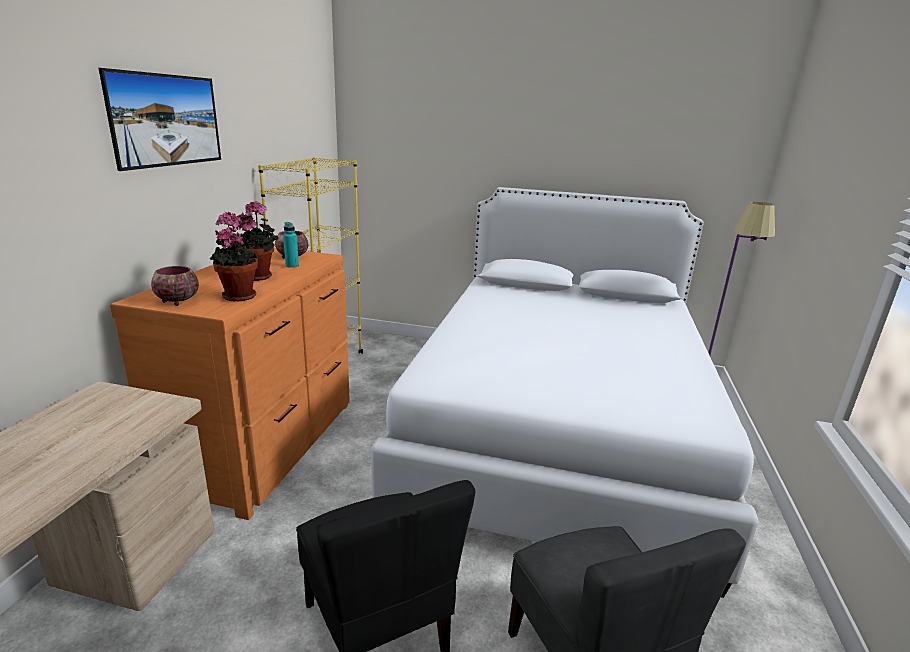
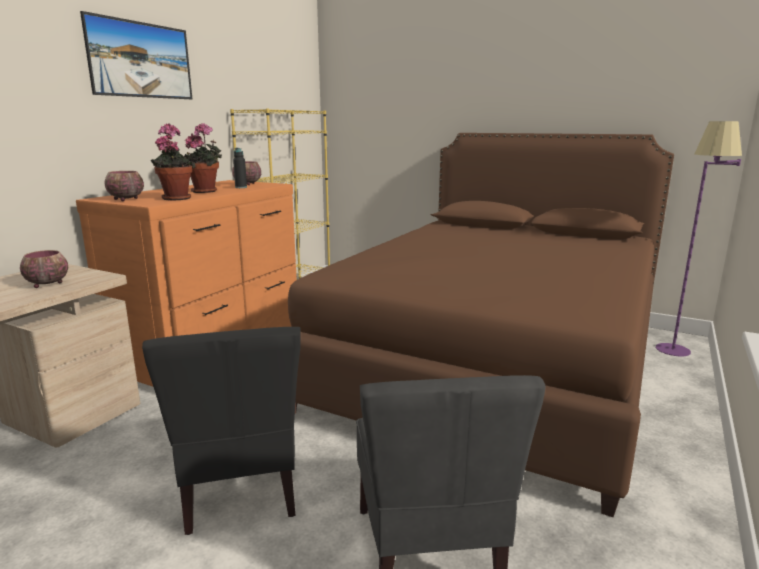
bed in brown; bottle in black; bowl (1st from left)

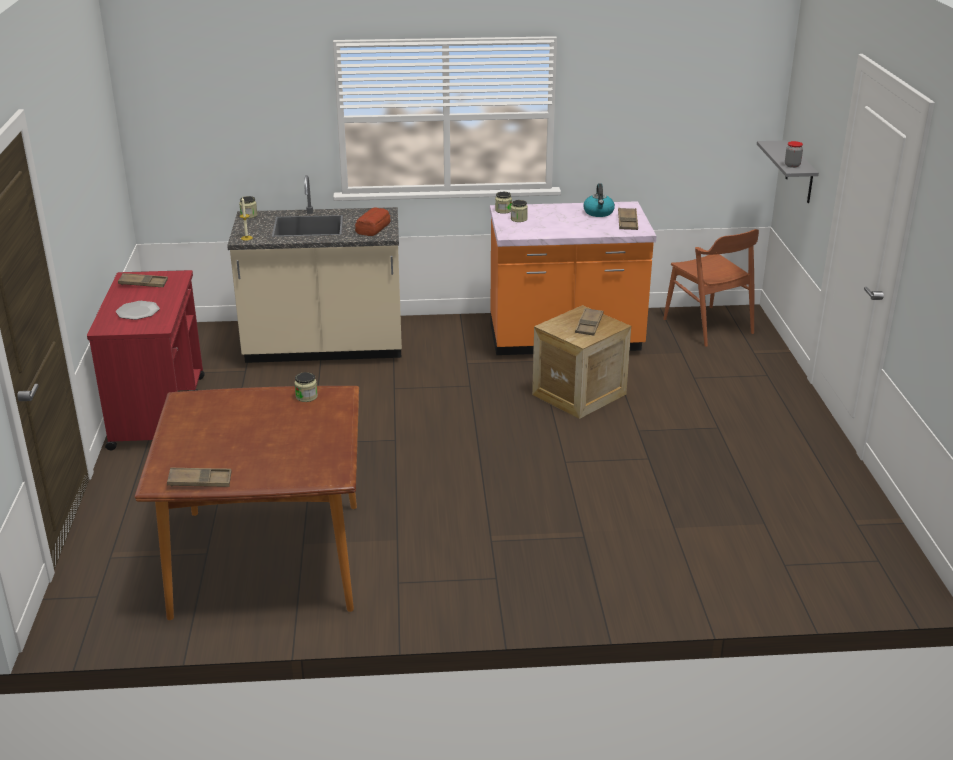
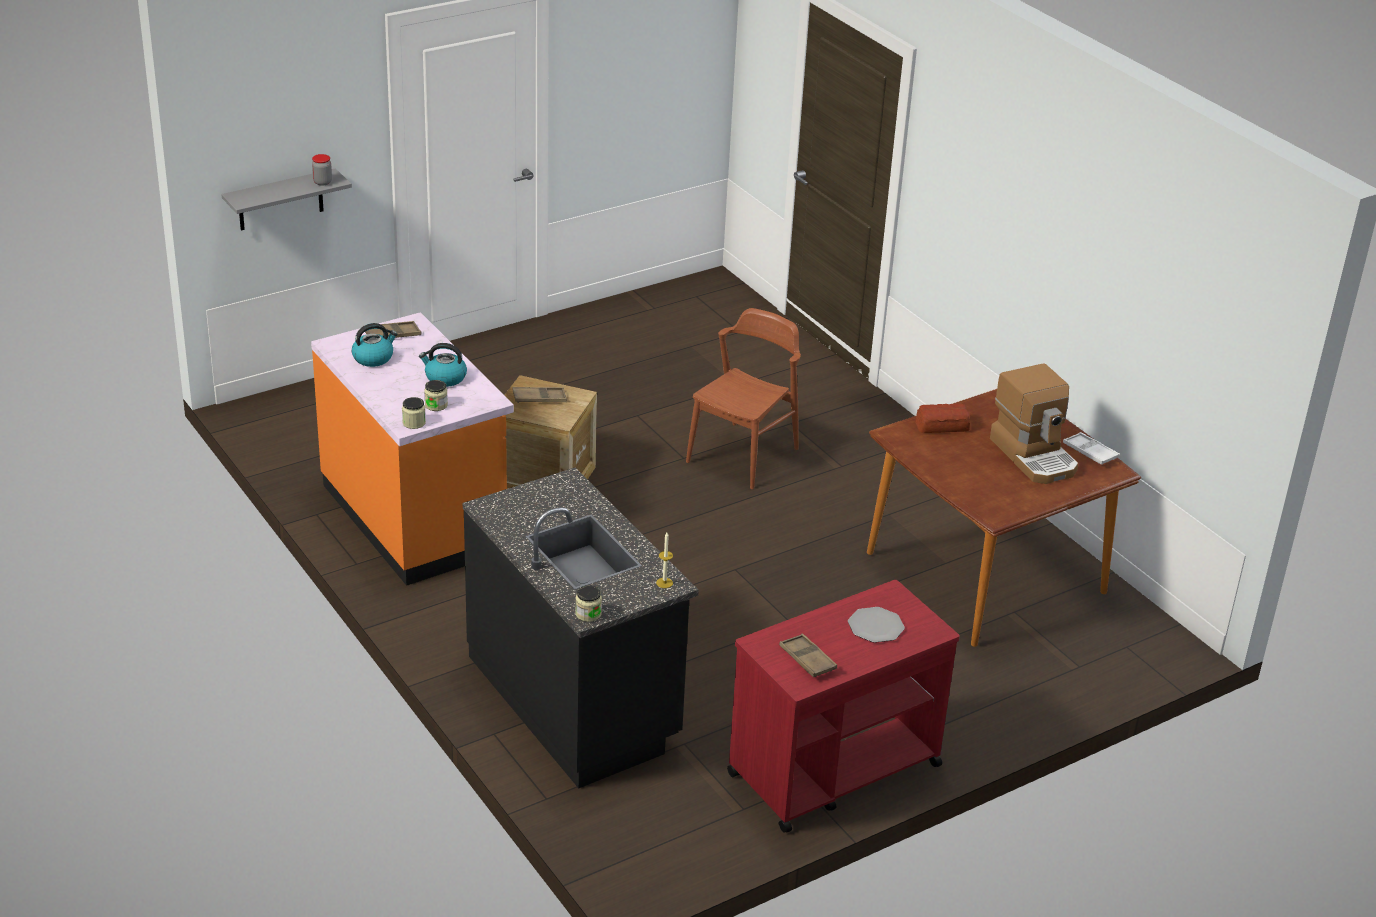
counter in black; bread; chair in brown; jar (2nd from left in the first image); tray in white; kettle (2nd from left); coffee machine

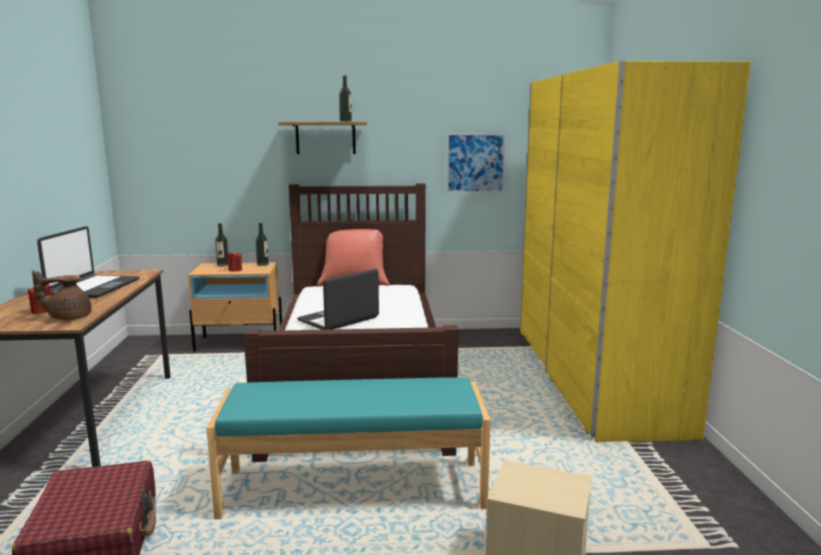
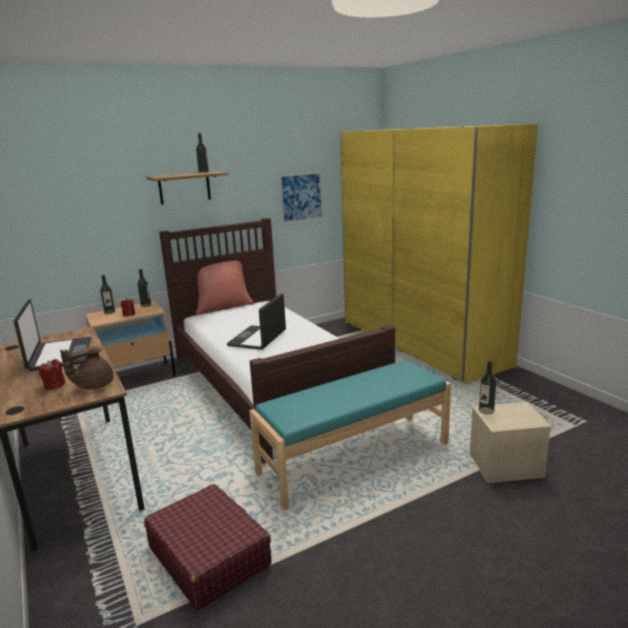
bottle (4th from left)

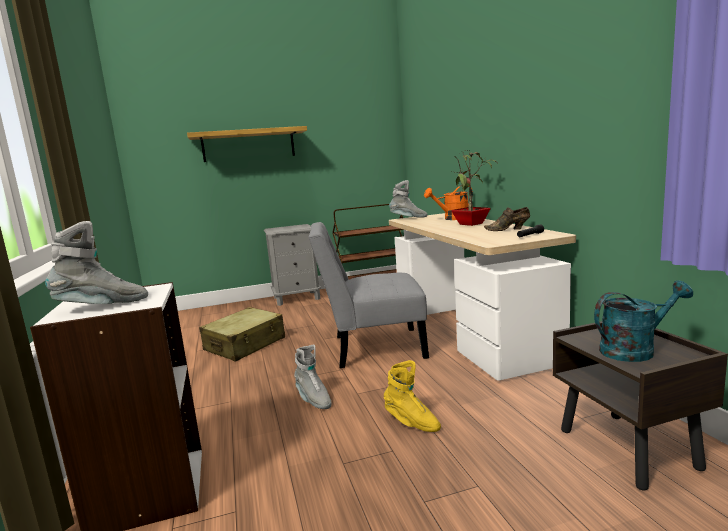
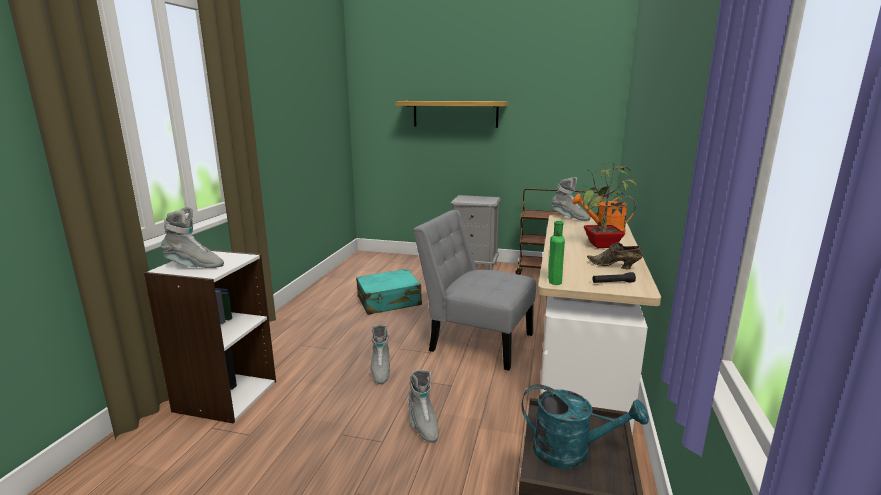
suitcase in turquoise; boot in grey (3rd from left); bottle in green

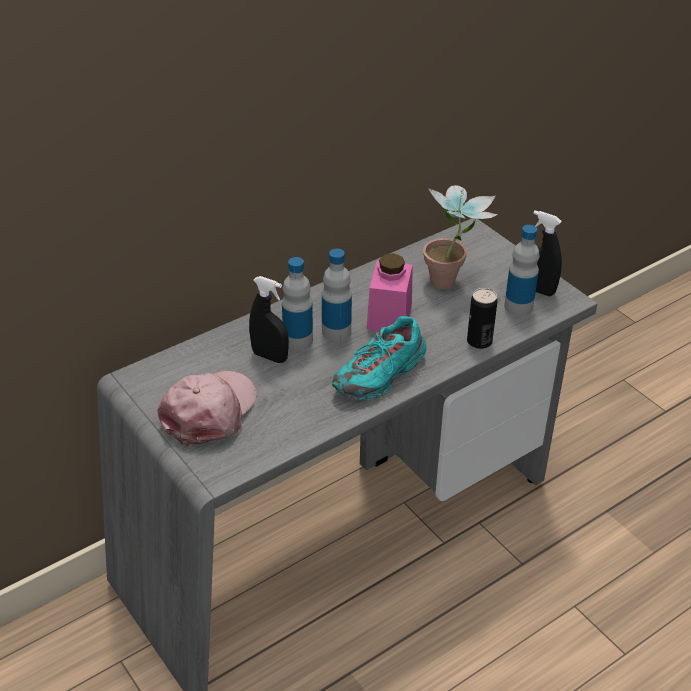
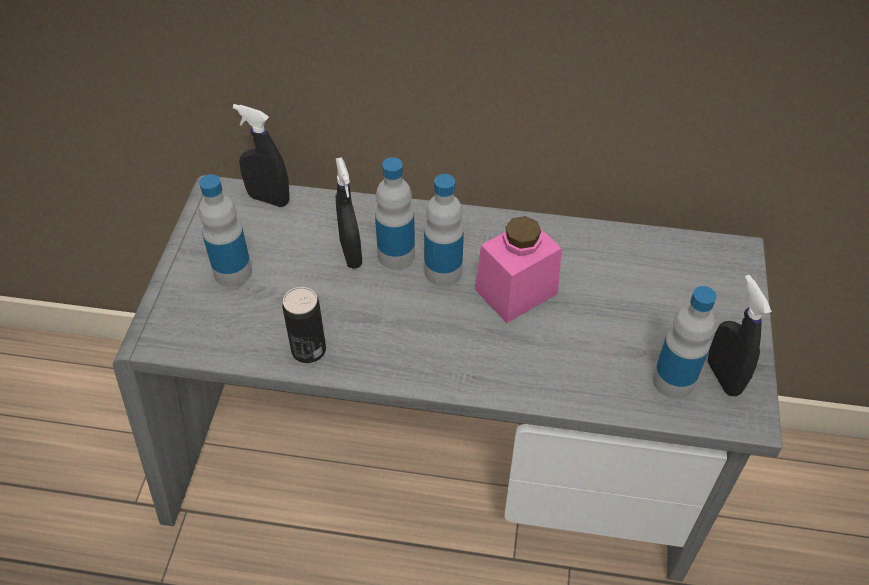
potted plant; can; shoe in turquoise; bottle (1st from left); spray bottle in black (1st from left)

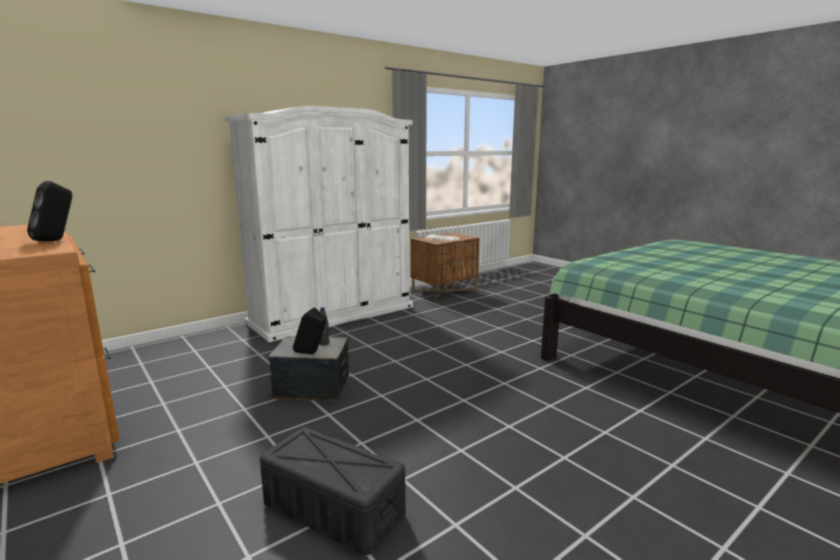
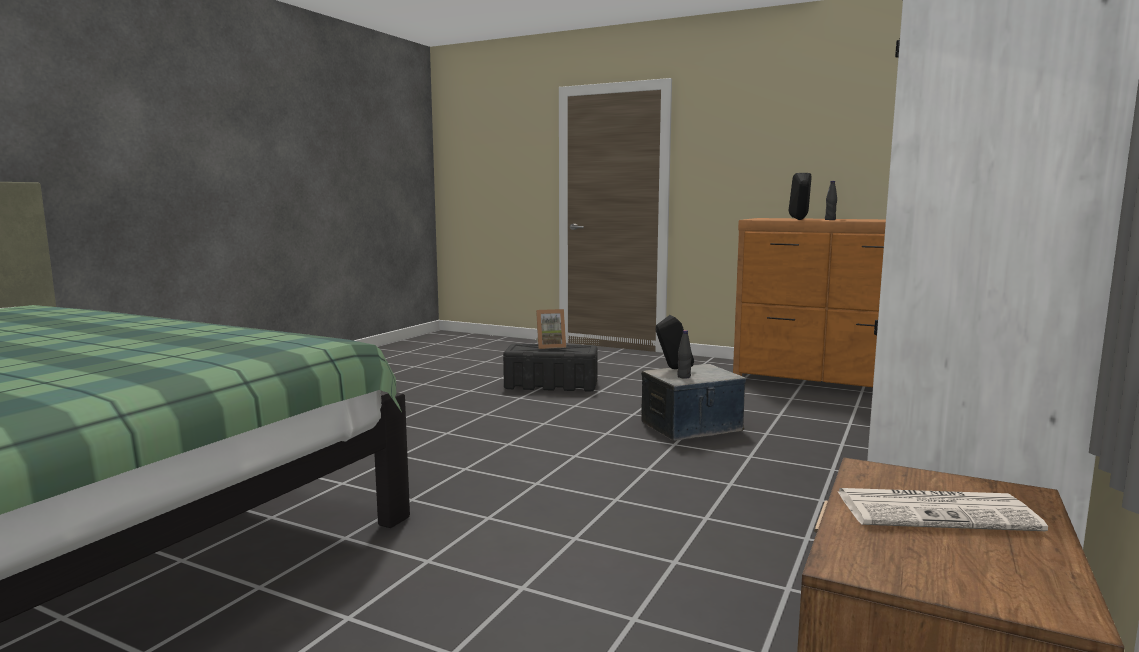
bottle in black (2nd from left); picture frame

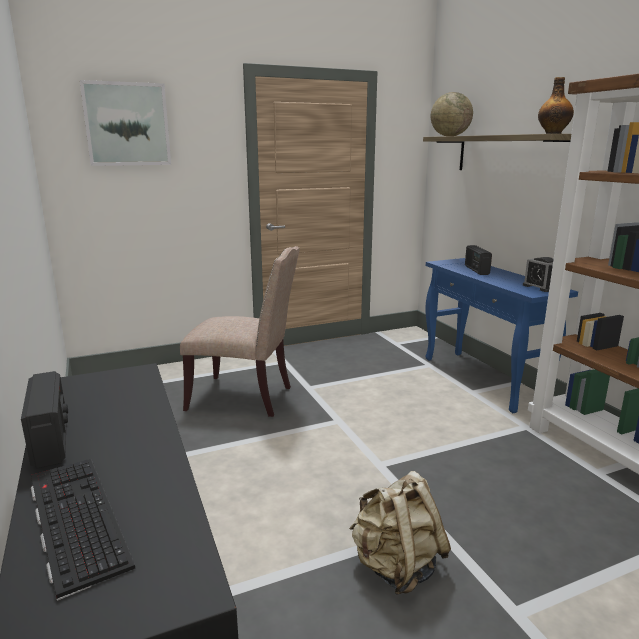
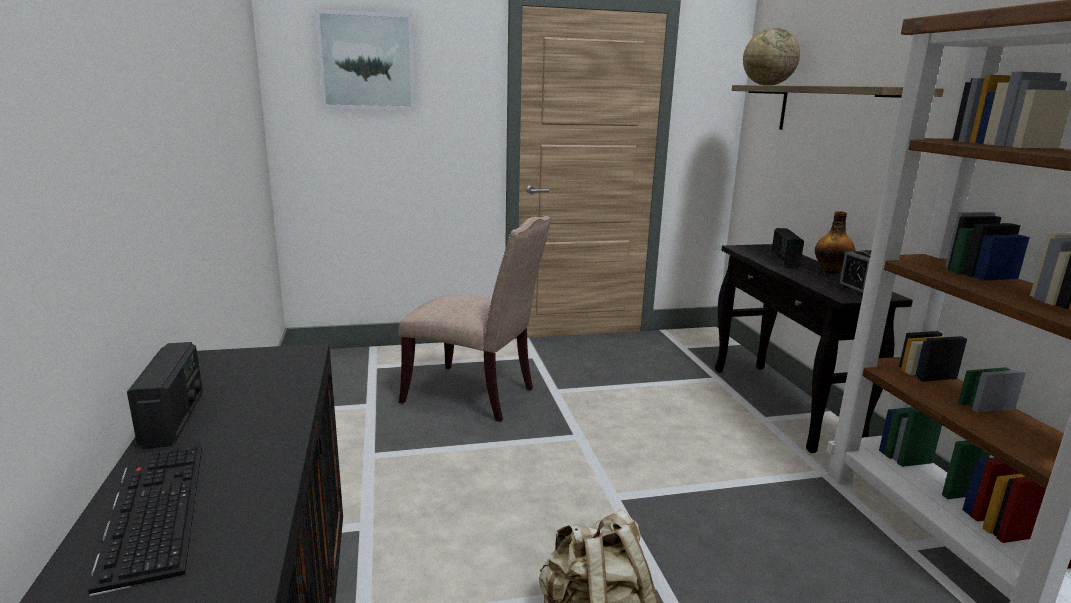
bottle; console table in black

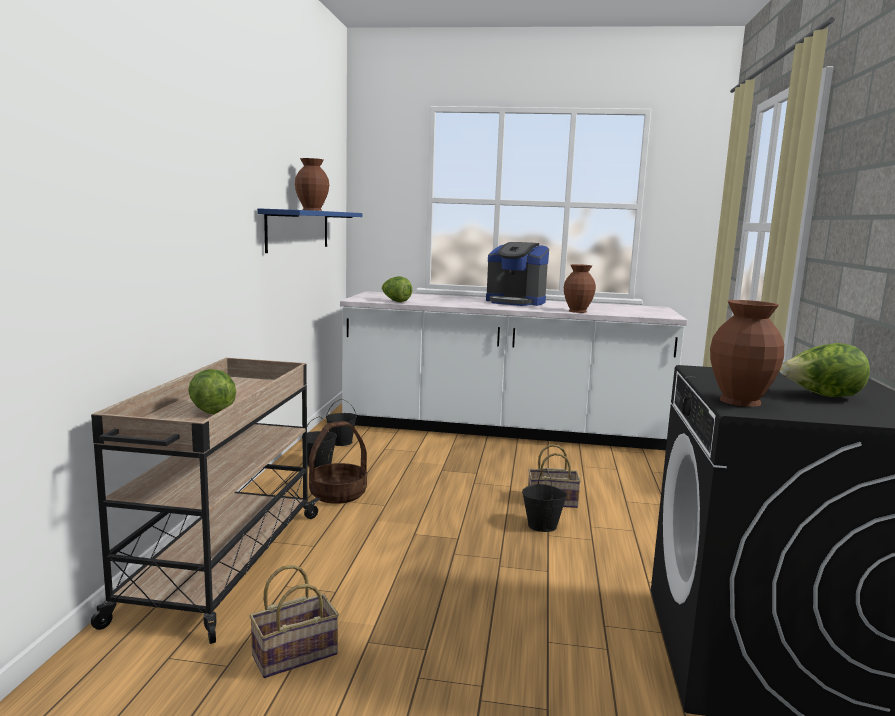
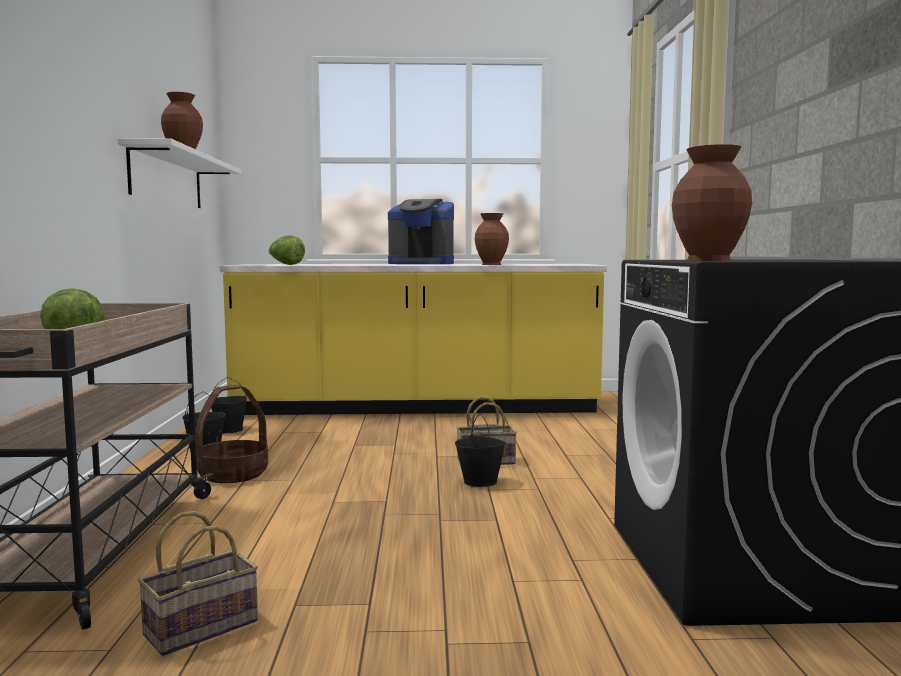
shelf in white; counter in yellow; lettuce (3rd from left in the first image)

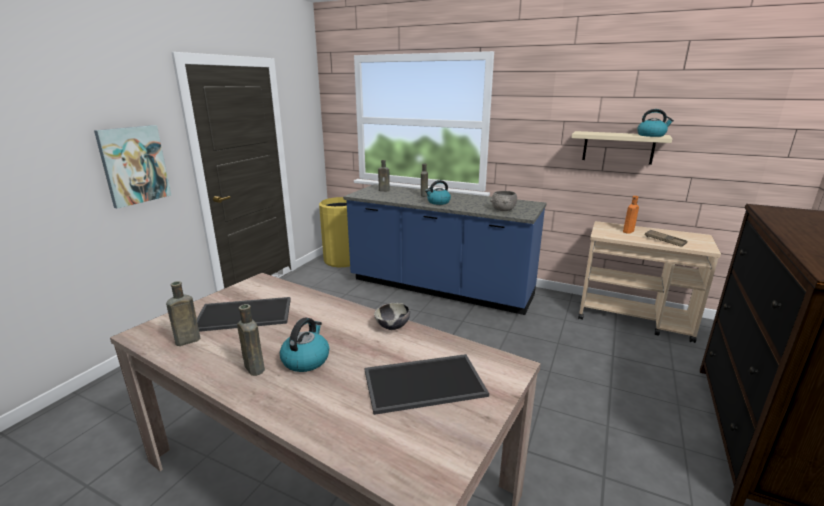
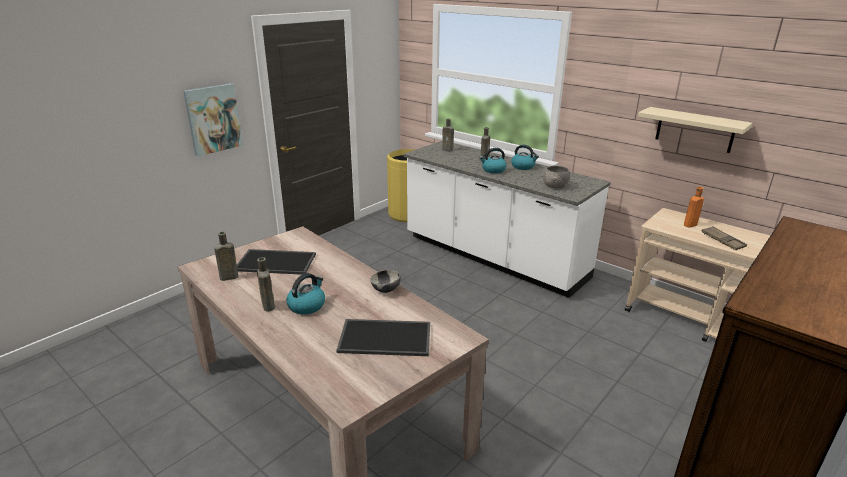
kettle (3rd from left); counter in white

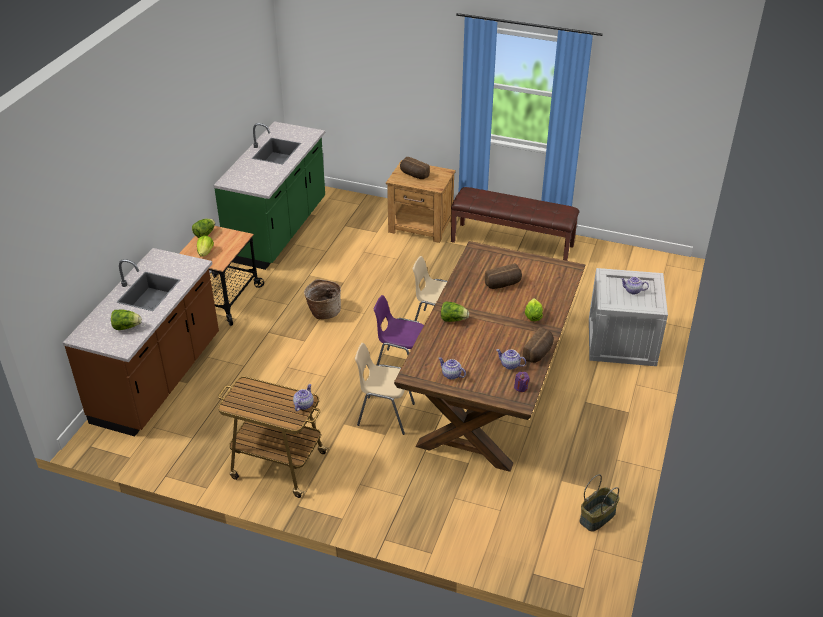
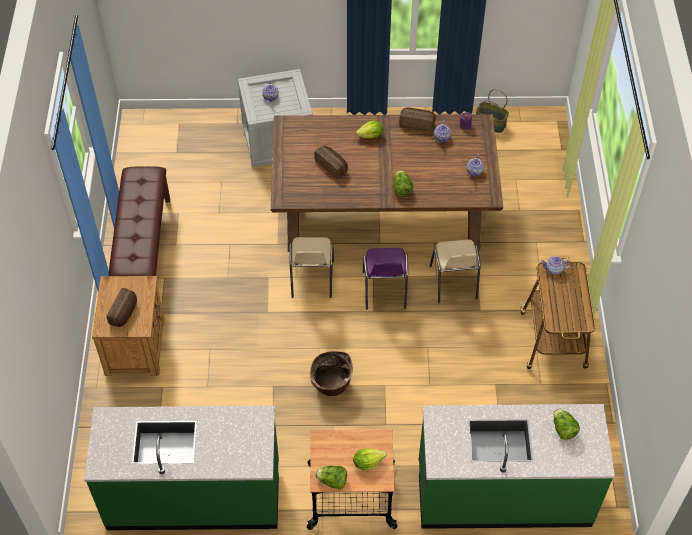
counter in green (2nd from left)

